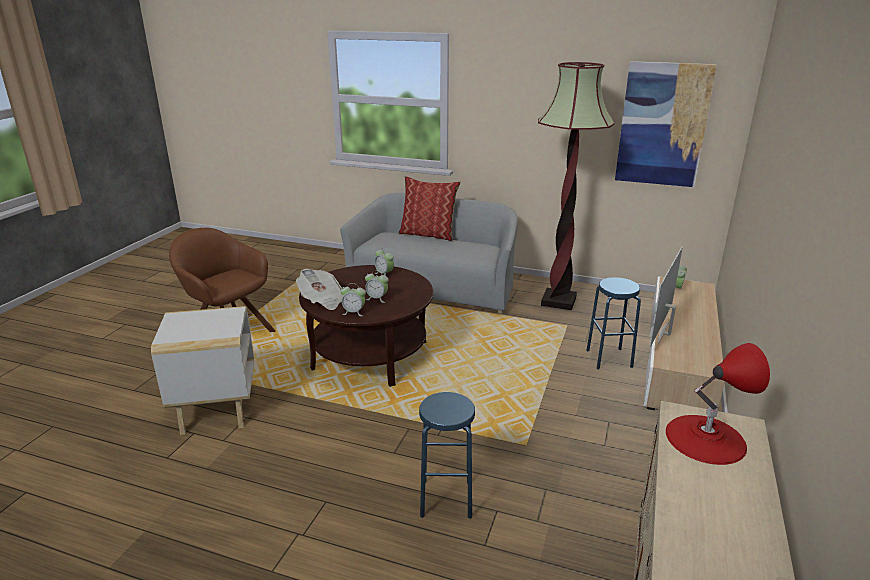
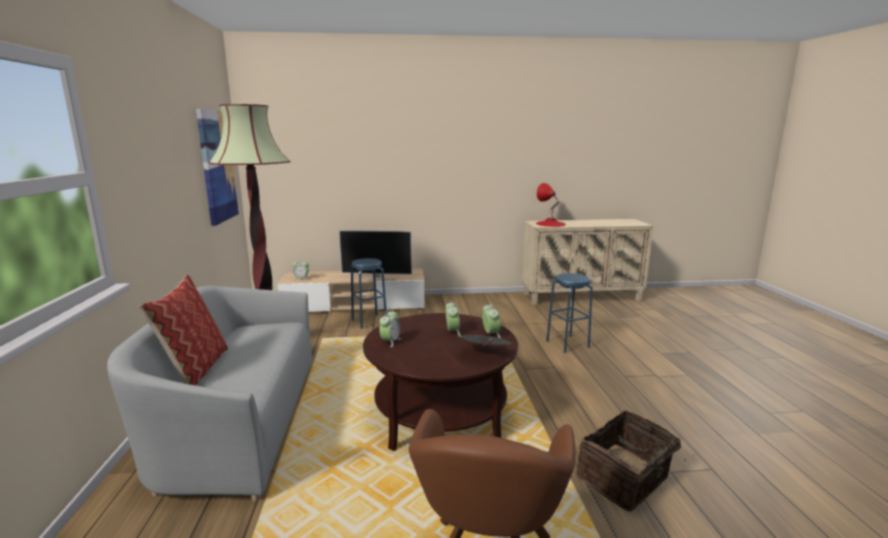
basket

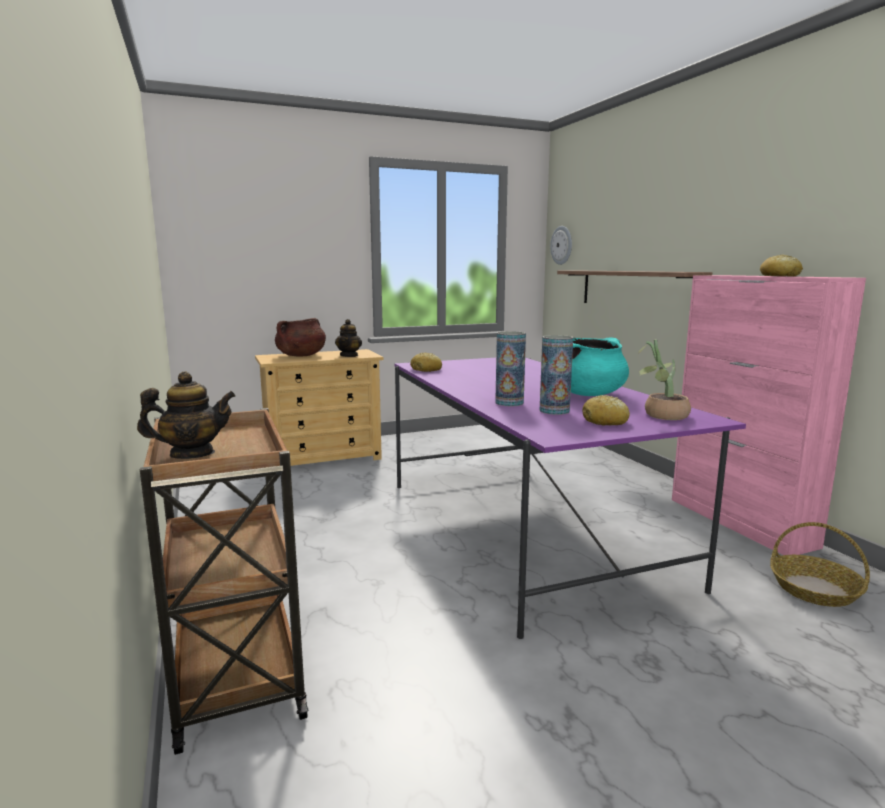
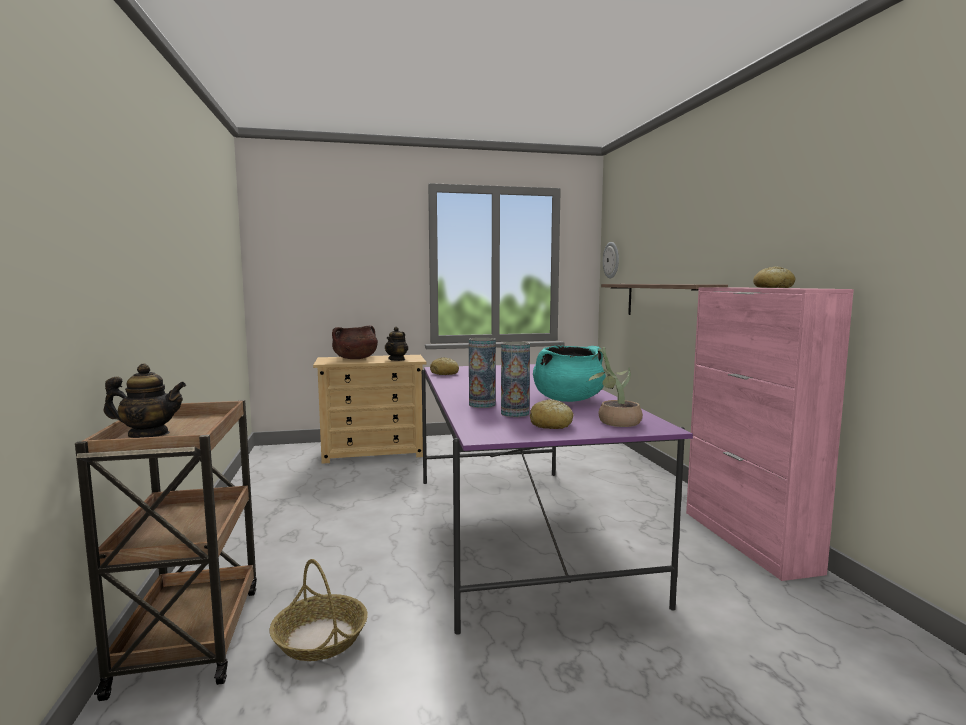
basket

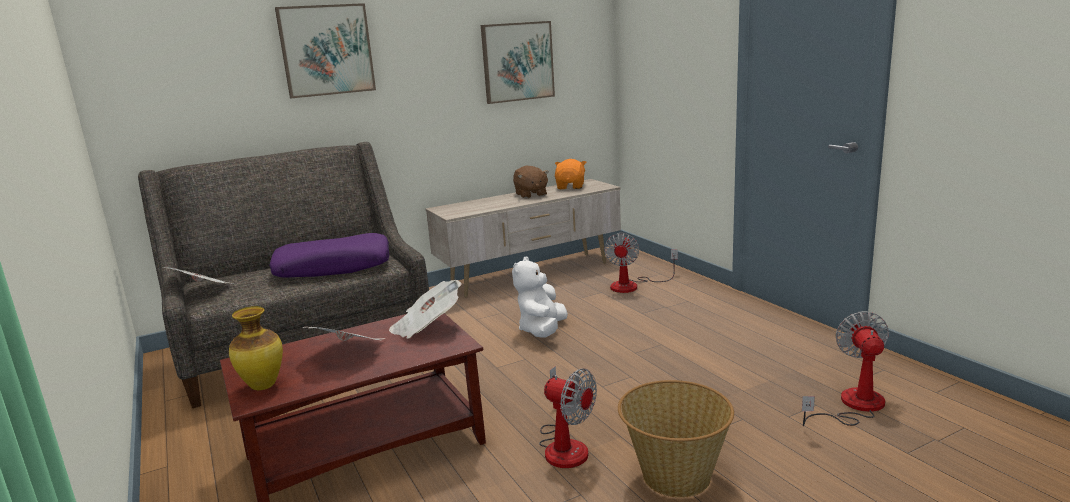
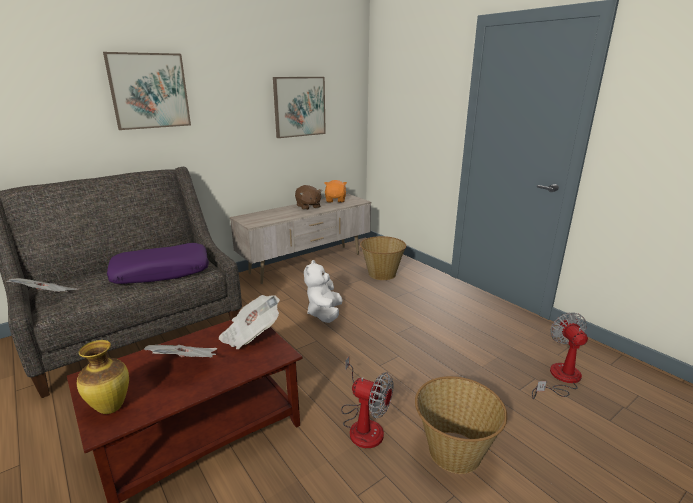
basket (1st from left)

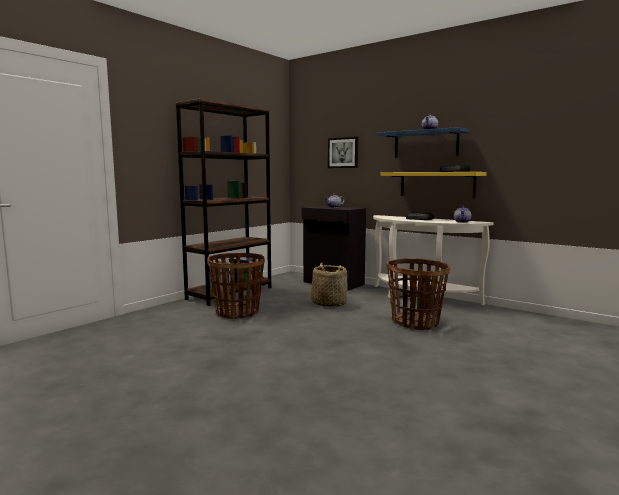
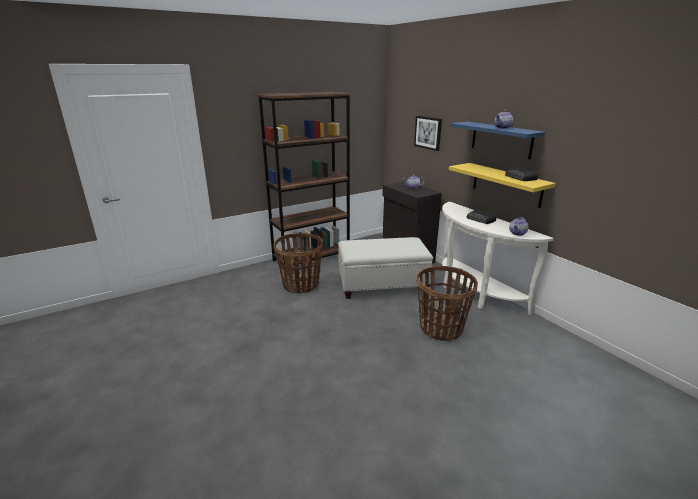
ottoman in white

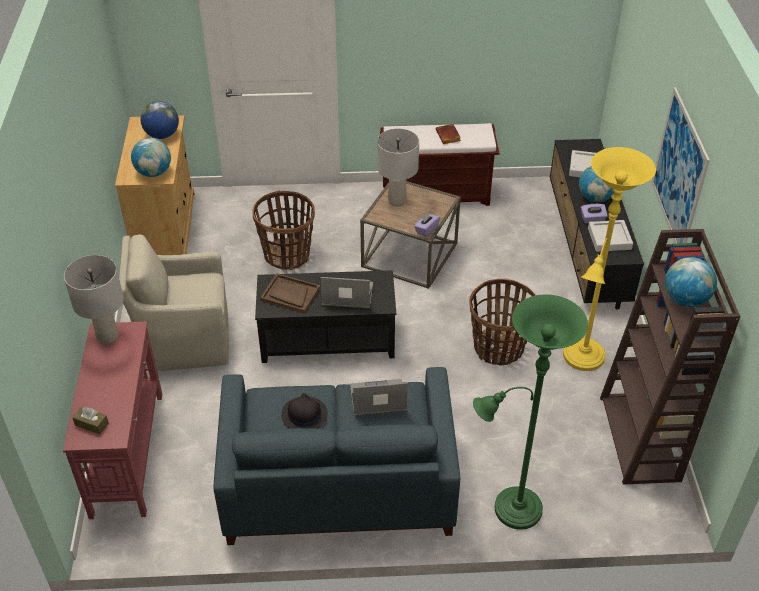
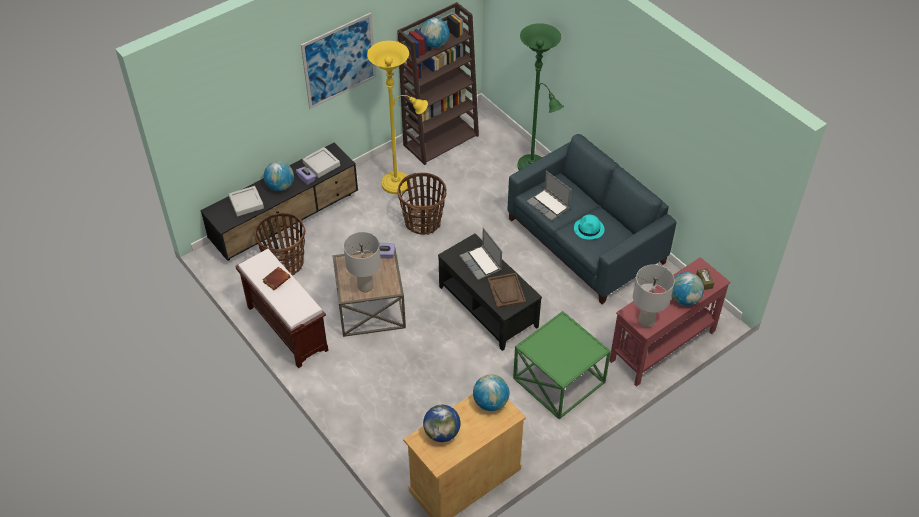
basket (1st from left); side table in green; hat in turquoise; globe (5th from left)

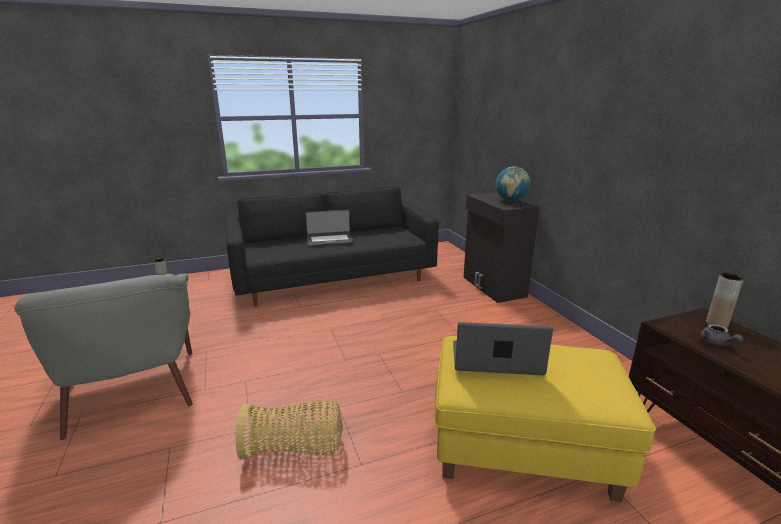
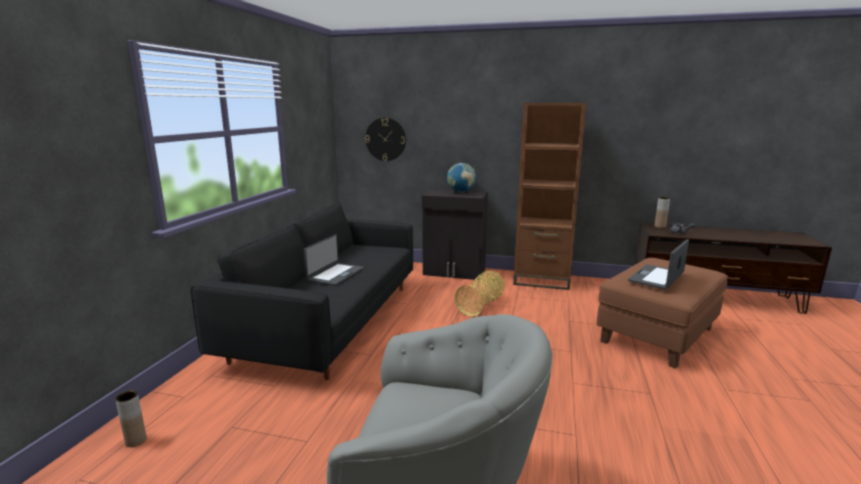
ottoman in brown; basket; bookcase in brown; wall clock

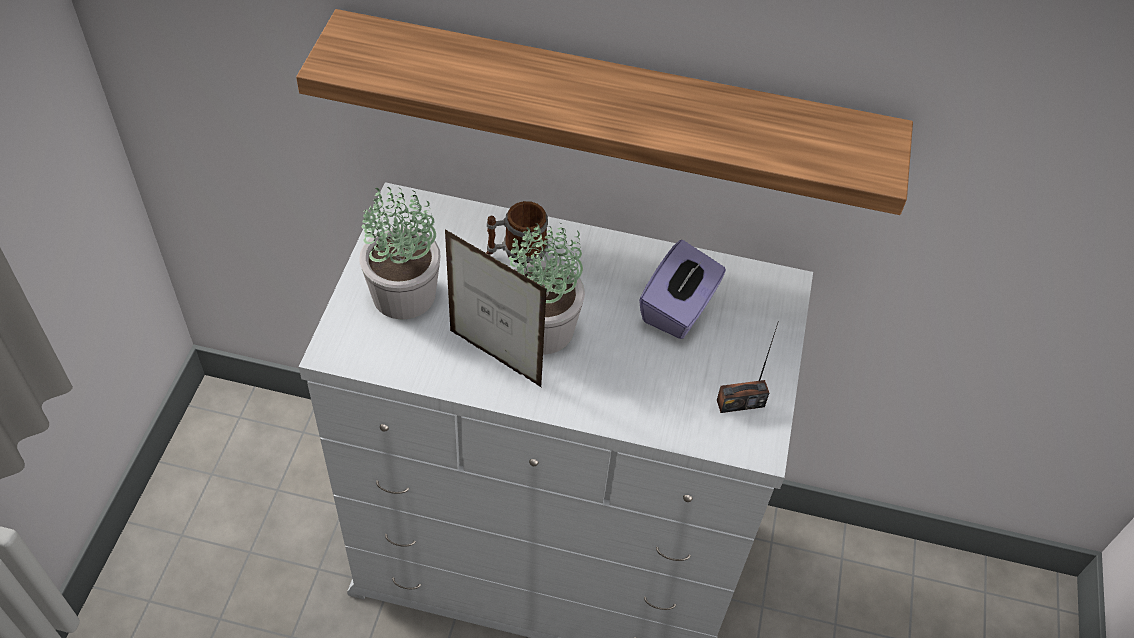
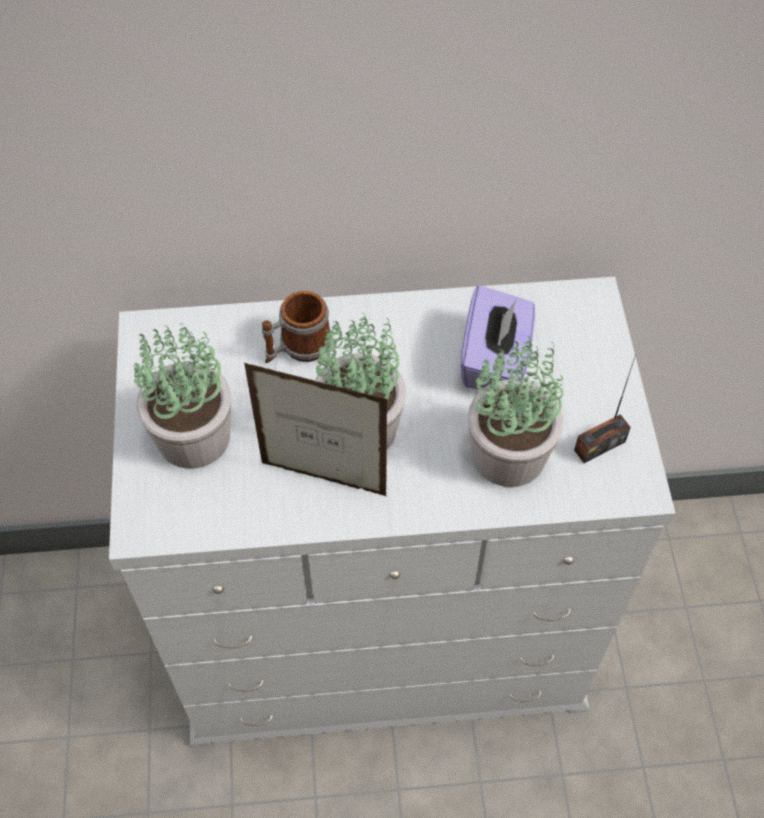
shelf; potted plant (3rd from left)

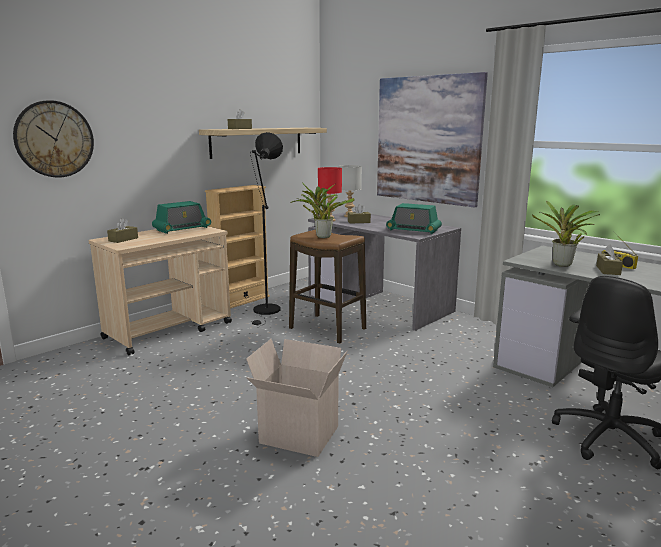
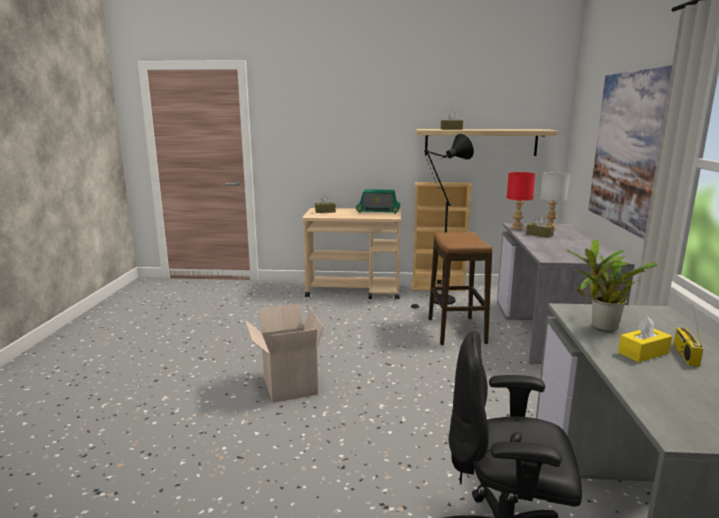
wall clock; potted plant (1st from left in the first image); radio (2nd from left in the first image); tissue box in yellow

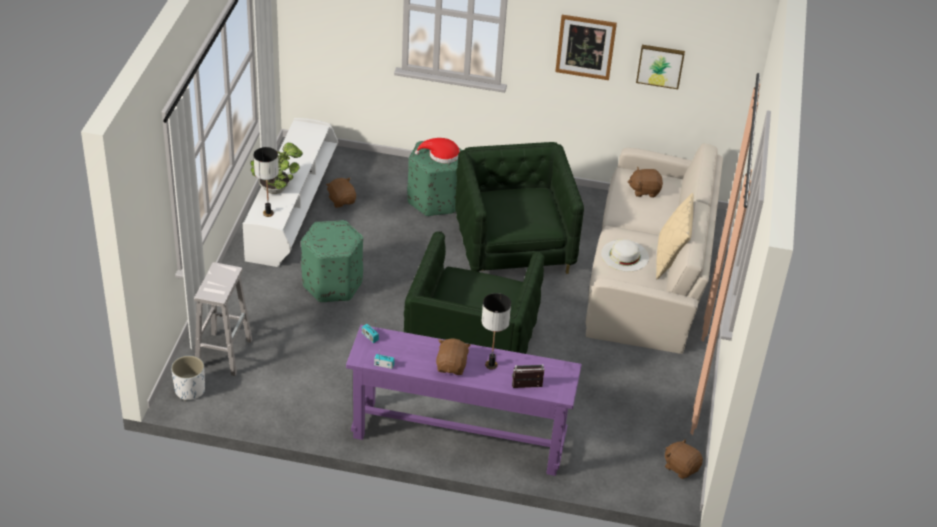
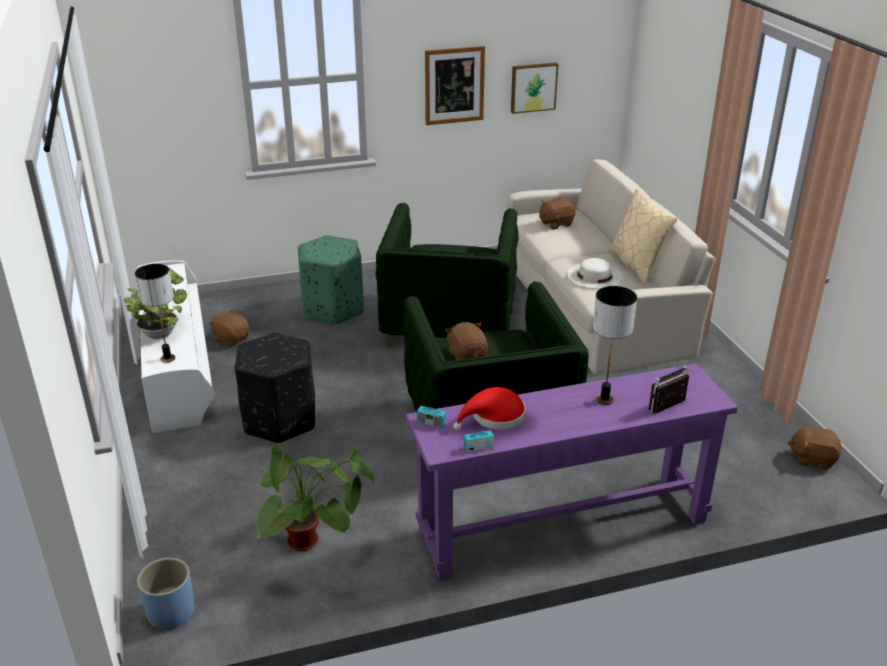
hat in red; armchair in green (1st from left); ottoman in black; stool in white; plush toy in brown (2nd from left); planter in blue; potted plant (2nd from left)

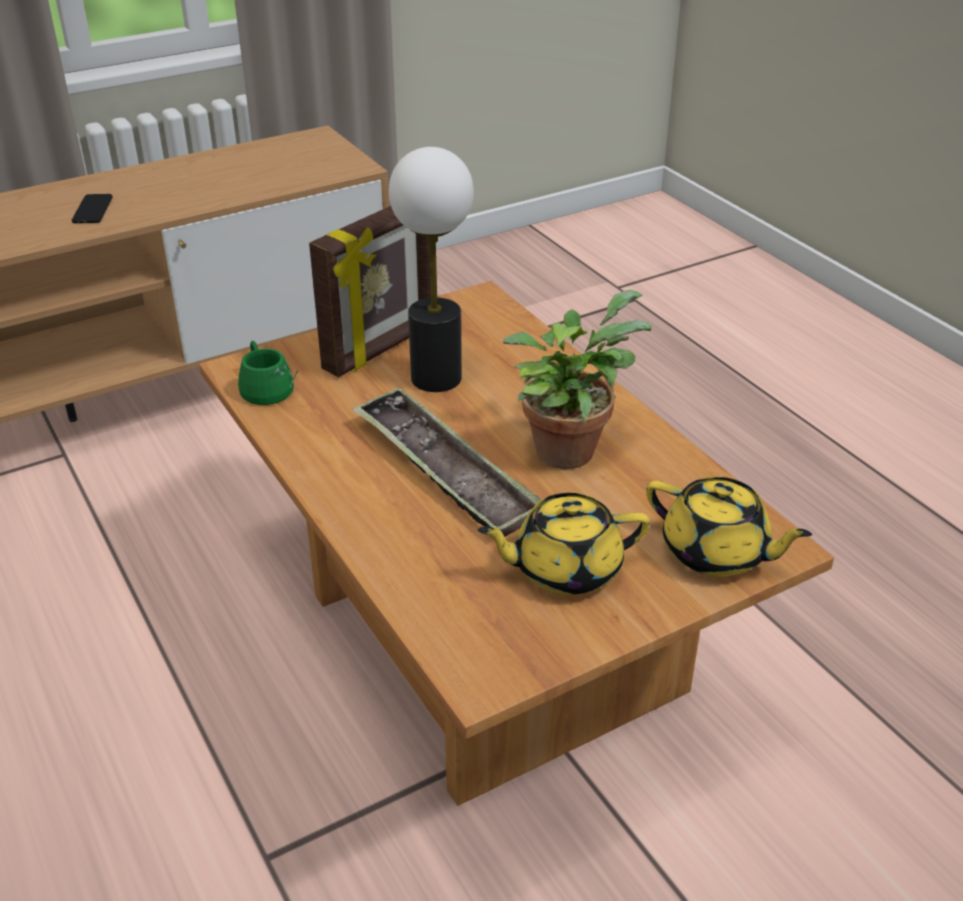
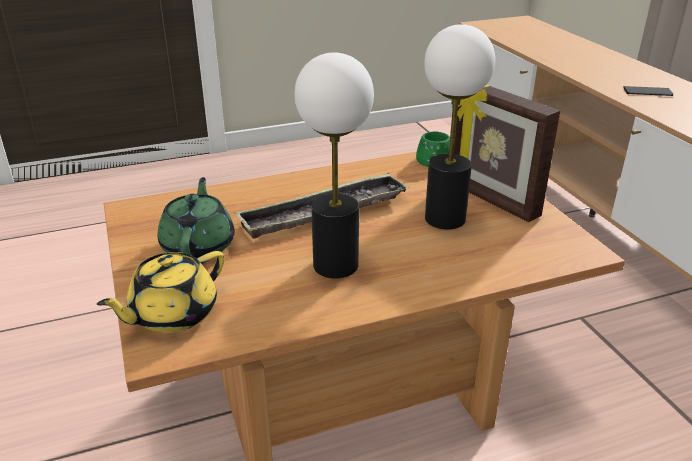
table lamp (1st from left); teapot in green

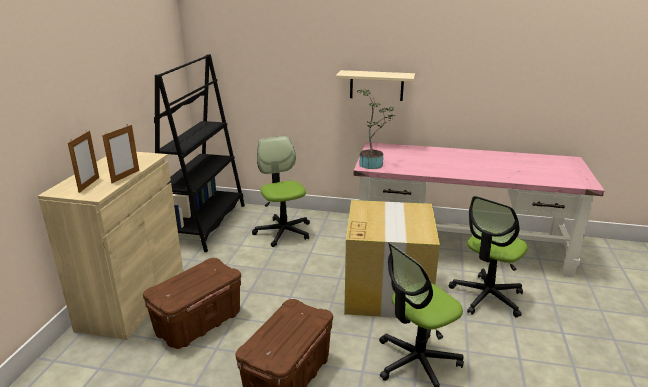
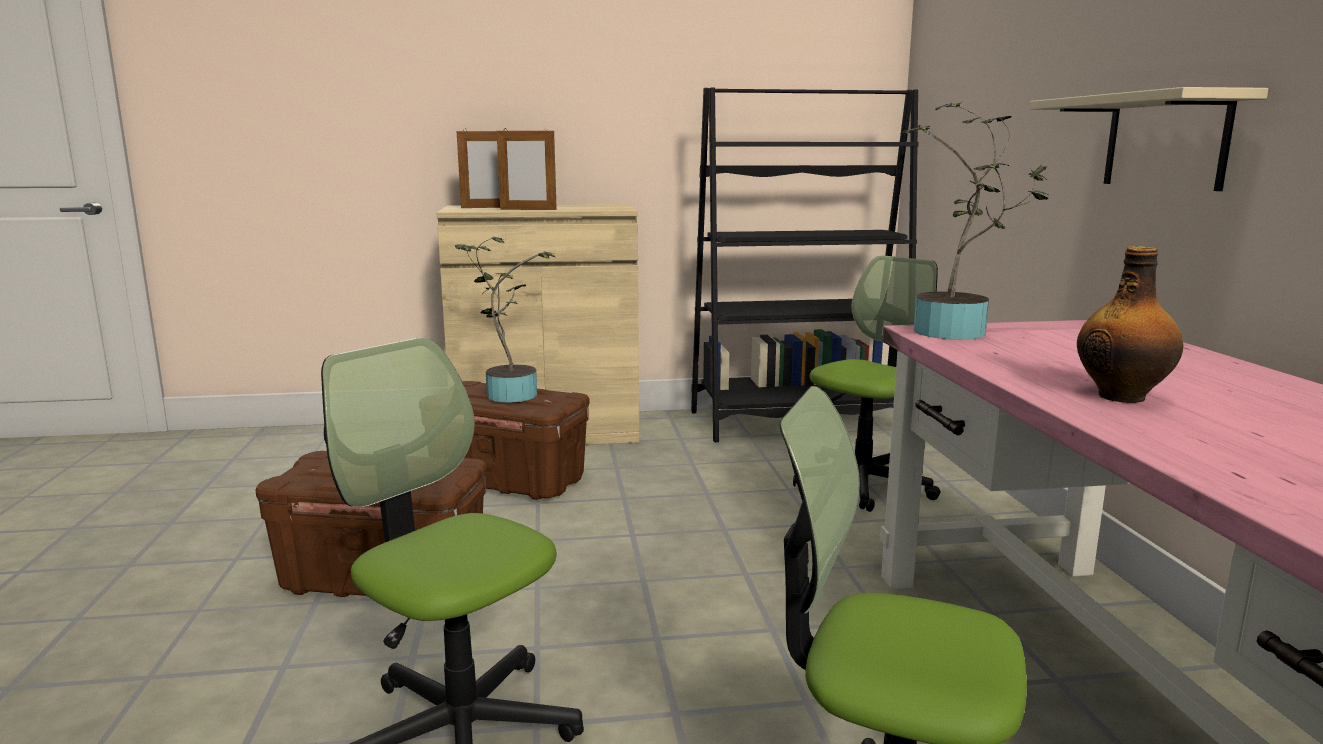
cardboard box; potted plant (1st from left); bottle

